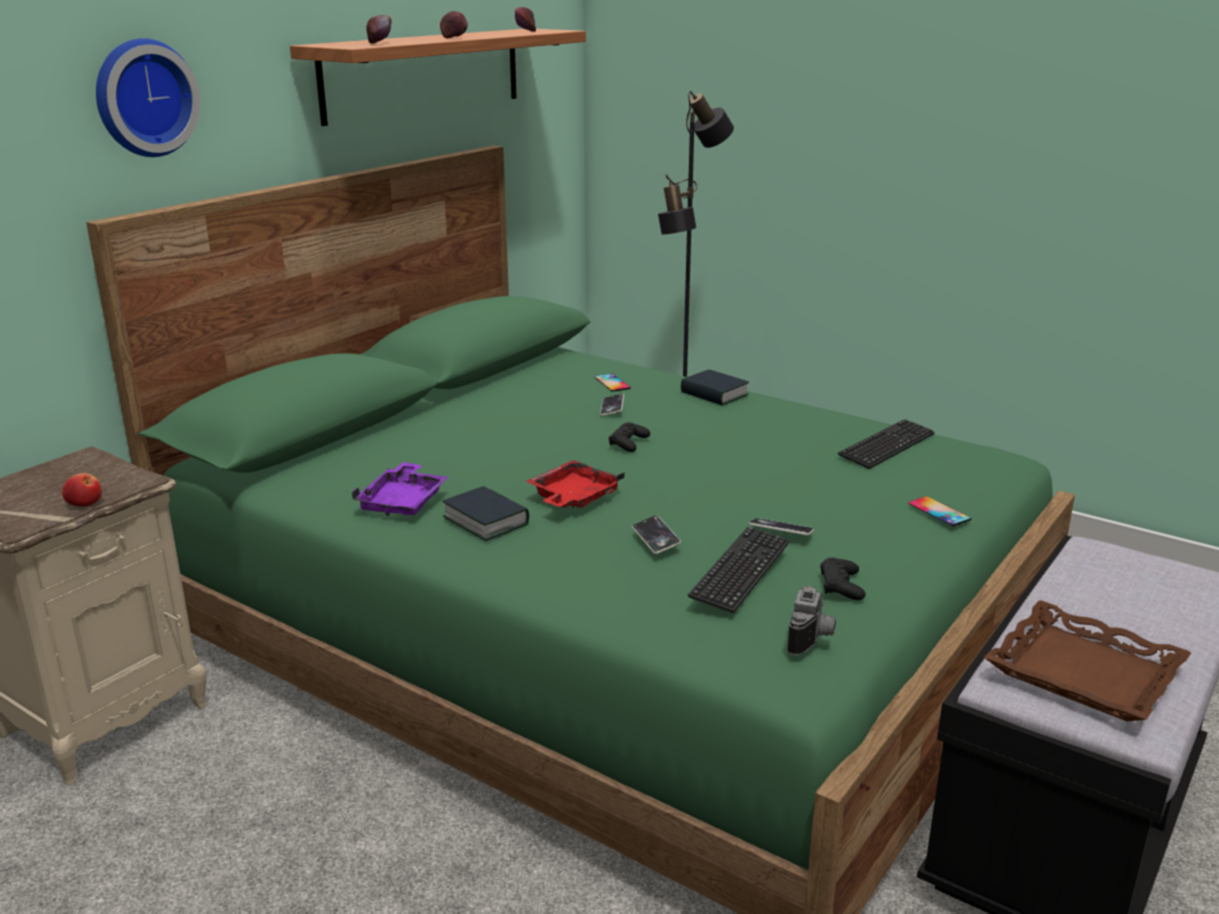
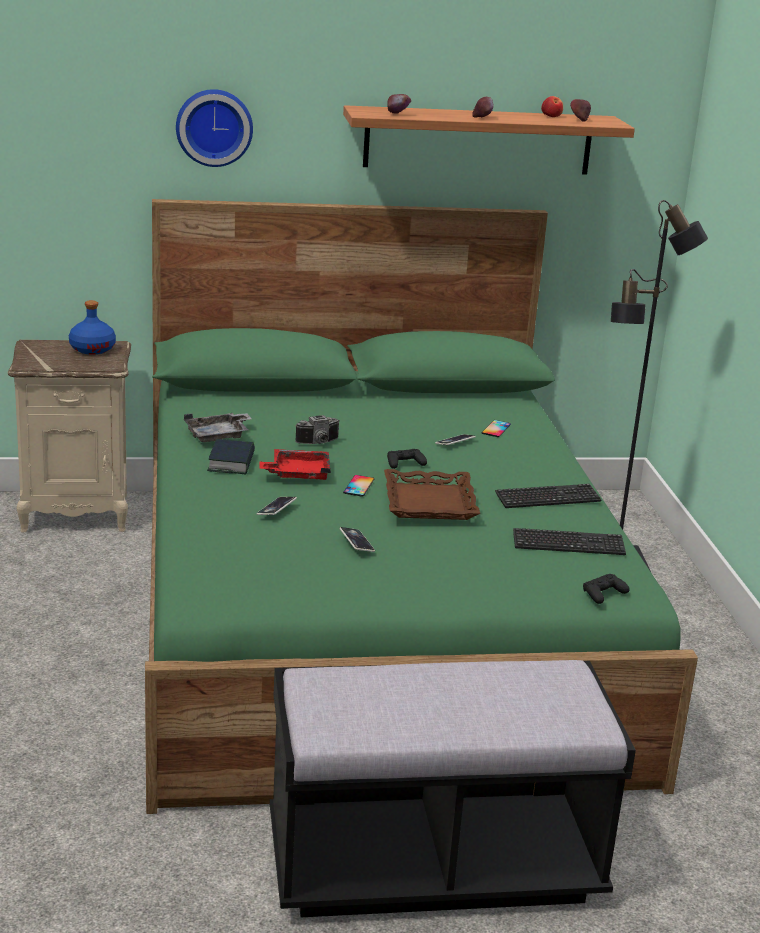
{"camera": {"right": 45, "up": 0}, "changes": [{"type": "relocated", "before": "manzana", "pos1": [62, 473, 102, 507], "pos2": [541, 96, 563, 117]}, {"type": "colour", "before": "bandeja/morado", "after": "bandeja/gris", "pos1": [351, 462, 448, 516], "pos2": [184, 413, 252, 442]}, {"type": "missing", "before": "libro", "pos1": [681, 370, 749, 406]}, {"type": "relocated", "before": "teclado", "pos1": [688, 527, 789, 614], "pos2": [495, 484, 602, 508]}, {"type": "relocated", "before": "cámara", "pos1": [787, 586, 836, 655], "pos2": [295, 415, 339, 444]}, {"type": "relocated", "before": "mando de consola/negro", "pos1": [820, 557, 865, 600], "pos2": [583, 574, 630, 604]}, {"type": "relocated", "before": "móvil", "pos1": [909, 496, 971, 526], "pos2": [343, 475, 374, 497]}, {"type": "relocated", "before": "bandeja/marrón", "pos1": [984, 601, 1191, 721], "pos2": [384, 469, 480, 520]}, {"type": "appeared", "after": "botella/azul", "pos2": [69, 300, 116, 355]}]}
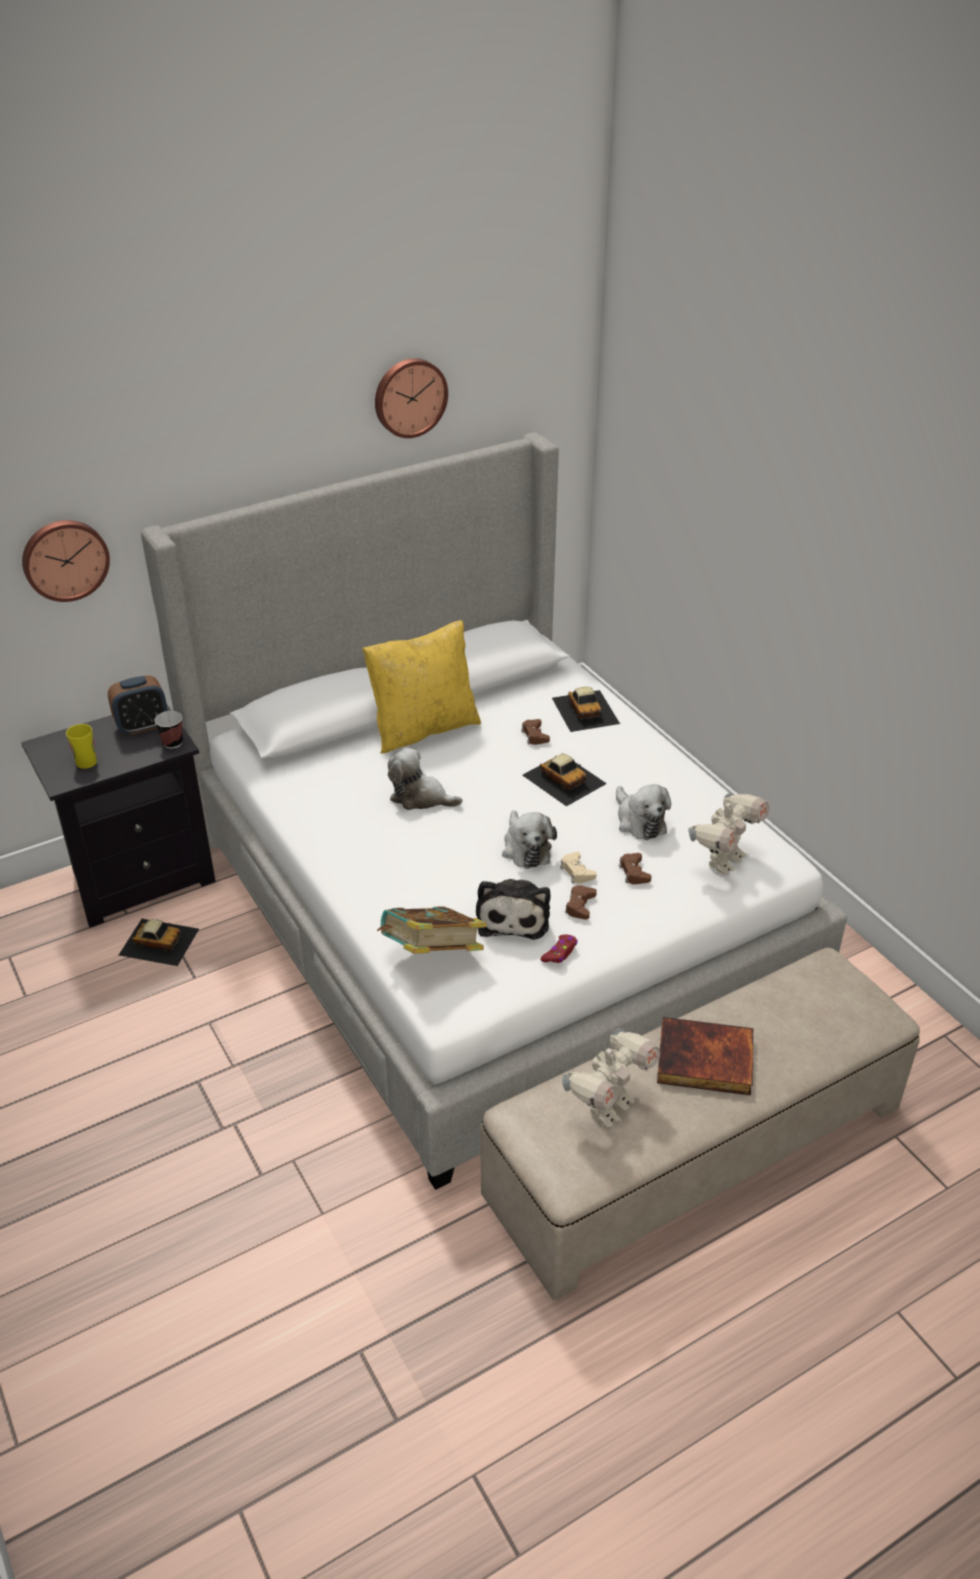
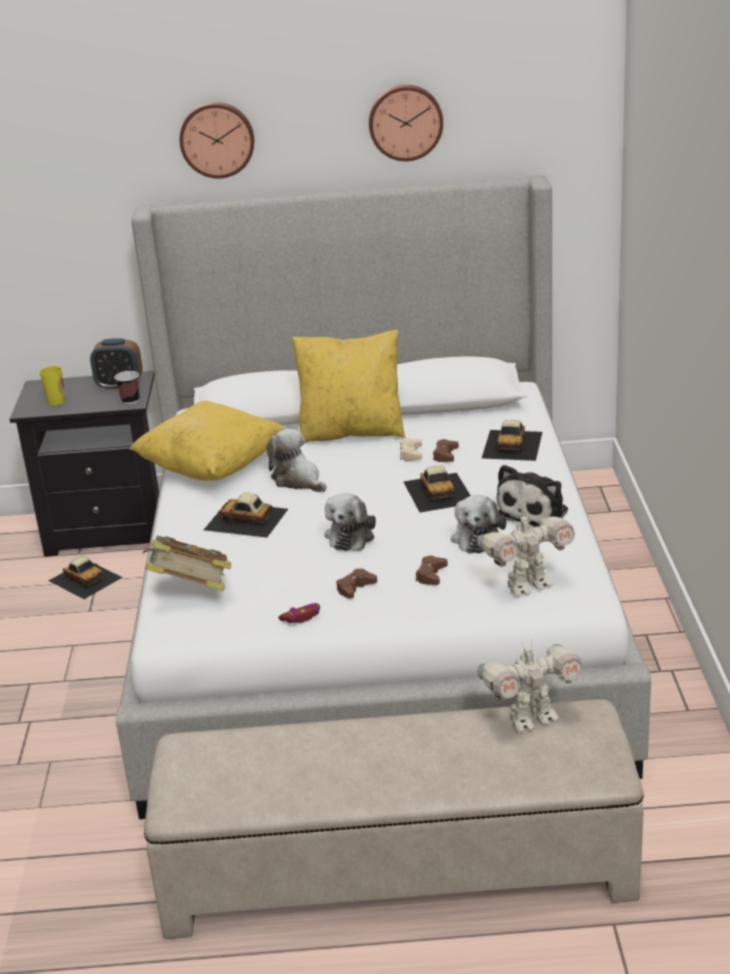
{"camera": {"right": 30, "up": -10}, "changes": [{"type": "relocated", "before": "reloj de pared", "pos1": [22, 520, 110, 602], "pos2": [180, 102, 254, 178]}, {"type": "relocated", "before": "peluche", "pos1": [476, 879, 550, 940], "pos2": [497, 465, 568, 527]}, {"type": "relocated", "before": "mando de consola/beis", "pos1": [560, 851, 597, 884], "pos2": [400, 438, 422, 461]}, {"type": "relocated", "before": "robot de juguete", "pos1": [562, 1028, 660, 1128], "pos2": [477, 640, 583, 732]}, {"type": "missing", "before": "libro", "pos1": [657, 1017, 753, 1095]}, {"type": "appeared", "after": "cojín/amarillo", "pos2": [130, 401, 285, 481]}, {"type": "appeared", "after": "coche de juguete", "pos2": [204, 492, 288, 538]}]}
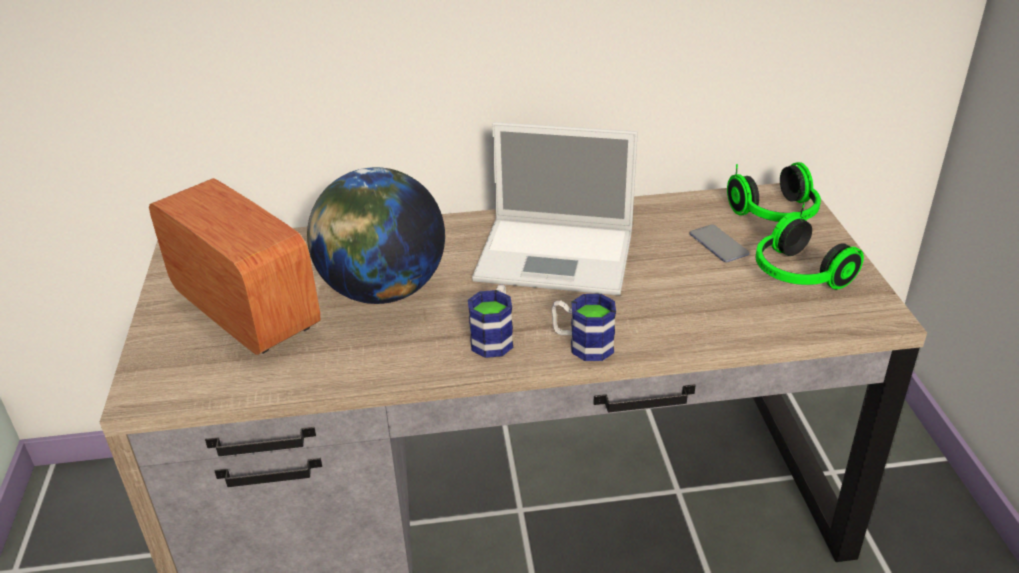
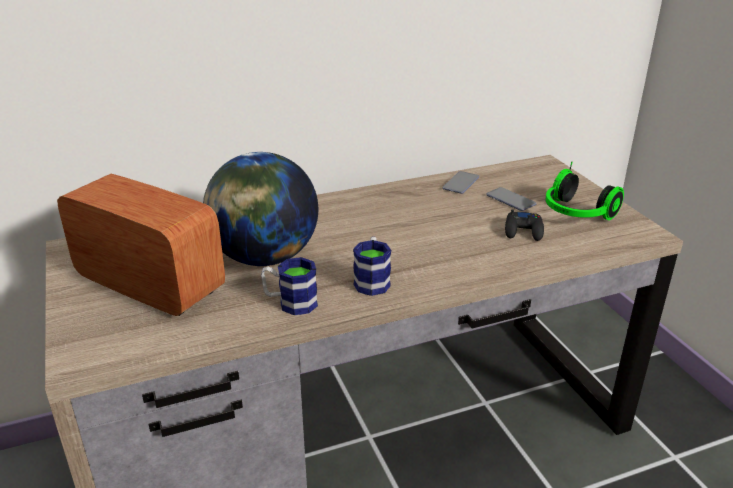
{"camera": {"right": -15, "up": -5}, "changes": [{"type": "missing", "before": "portátil", "pos1": [472, 122, 638, 295]}, {"type": "relocated", "before": "taza grande", "pos1": [551, 294, 616, 361], "pos2": [261, 257, 318, 315]}, {"type": "missing", "before": "auriculares", "pos1": [727, 162, 821, 222]}, {"type": "appeared", "after": "móvil", "pos2": [442, 171, 479, 194]}, {"type": "appeared", "after": "mando de consola/negro", "pos2": [505, 210, 544, 241]}]}
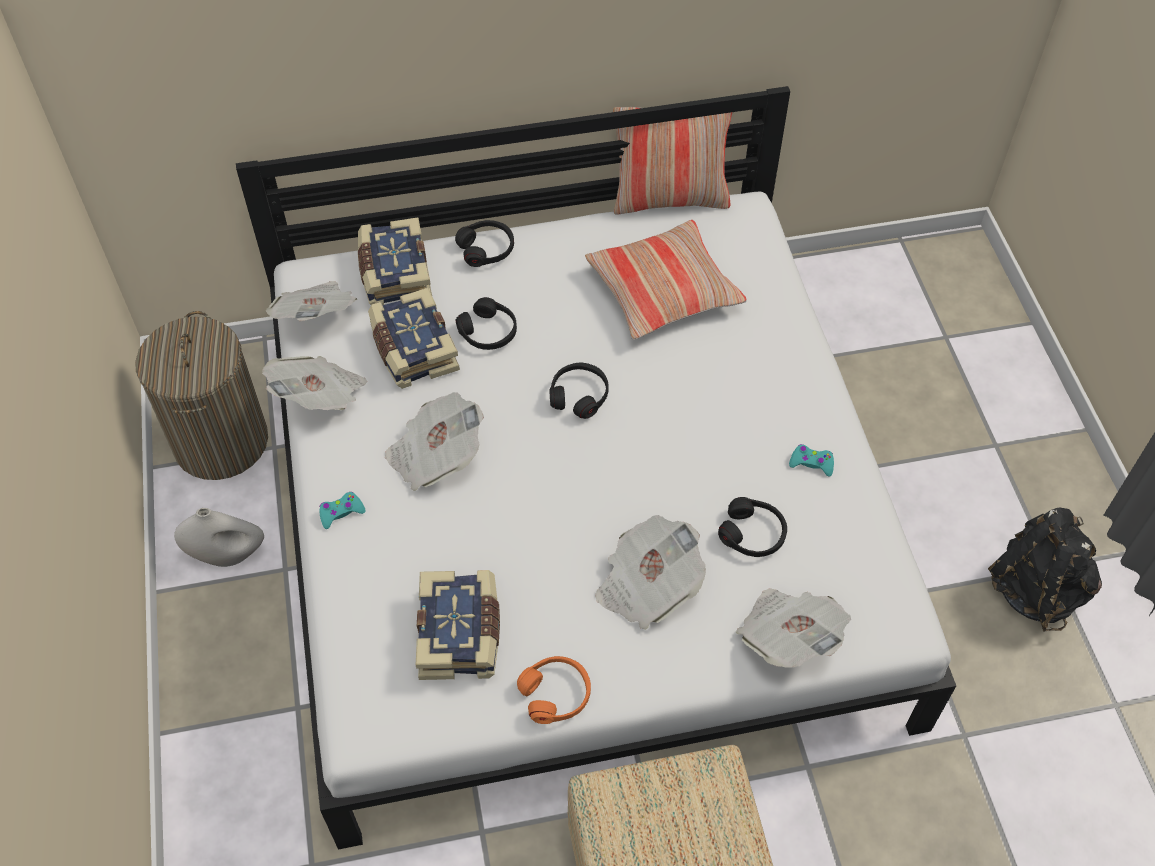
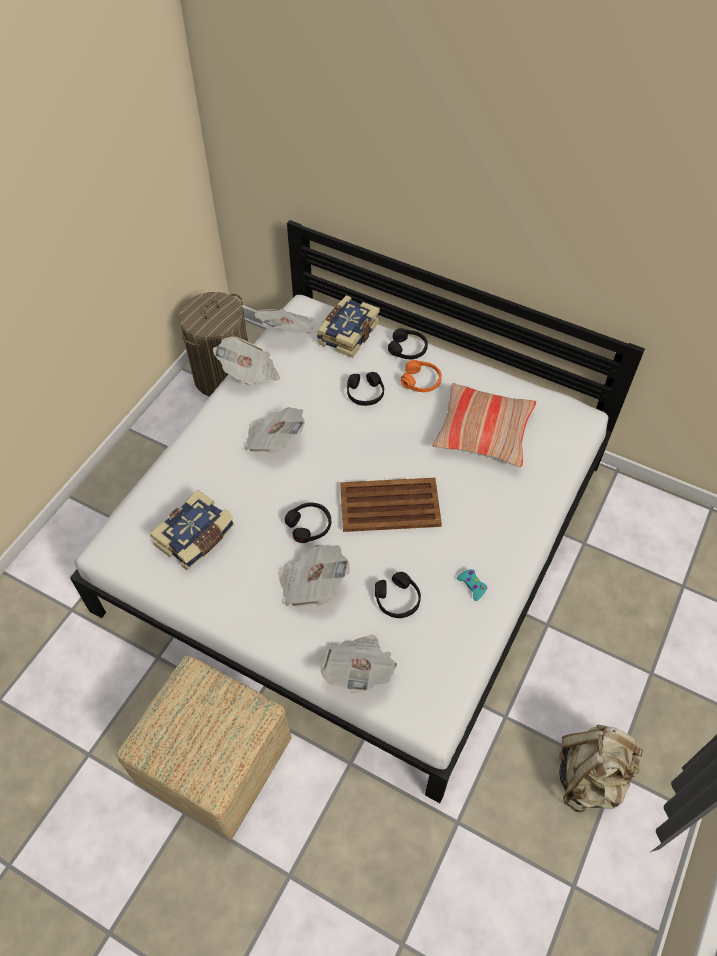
{"camera": {"right": 40, "up": 0}, "changes": [{"type": "missing", "before": "florero/blanco", "pos1": [174, 508, 264, 567]}, {"type": "missing", "before": "mando de consola/turquesa", "pos1": [319, 492, 366, 529]}, {"type": "missing", "before": "libro", "pos1": [368, 288, 460, 389]}, {"type": "relocated", "before": "auriculares/naranja", "pos1": [517, 656, 591, 724], "pos2": [401, 360, 442, 392]}, {"type": "relocated", "before": "auriculares/negro", "pos1": [549, 362, 609, 419], "pos2": [285, 503, 331, 543]}, {"type": "missing", "before": "cojín", "pos1": [613, 107, 733, 214]}, {"type": "colour", "before": "mochila/negro", "after": "mochila/beis", "pos1": [988, 507, 1102, 632], "pos2": [559, 725, 643, 812]}, {"type": "appeared", "after": "bandeja/marrón", "pos2": [340, 478, 442, 532]}]}
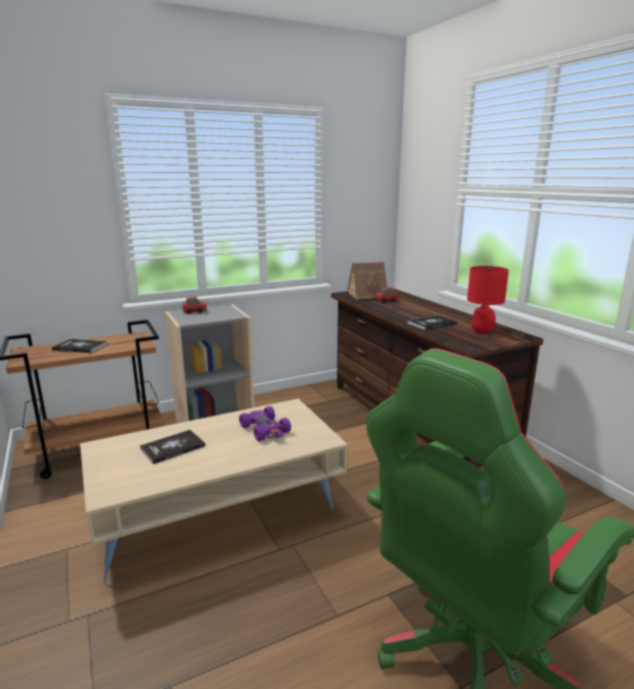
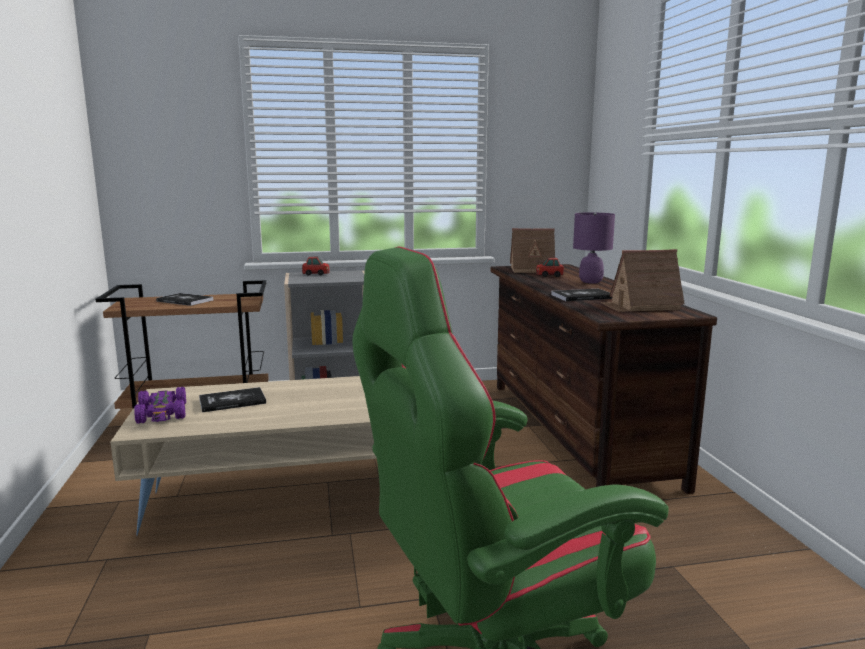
{"camera": {"right": 15, "up": -5}, "changes": [{"type": "relocated", "before": "coche de juguete/morado", "pos1": [239, 406, 291, 441], "pos2": [134, 387, 186, 424]}, {"type": "exchanged", "before": "lámpara de mesa/rojo", "after": "casita", "pos1": [467, 266, 509, 333], "pos2": [600, 249, 685, 312]}, {"type": "appeared", "after": "lámpara de mesa/morado", "pos2": [573, 212, 615, 284]}]}
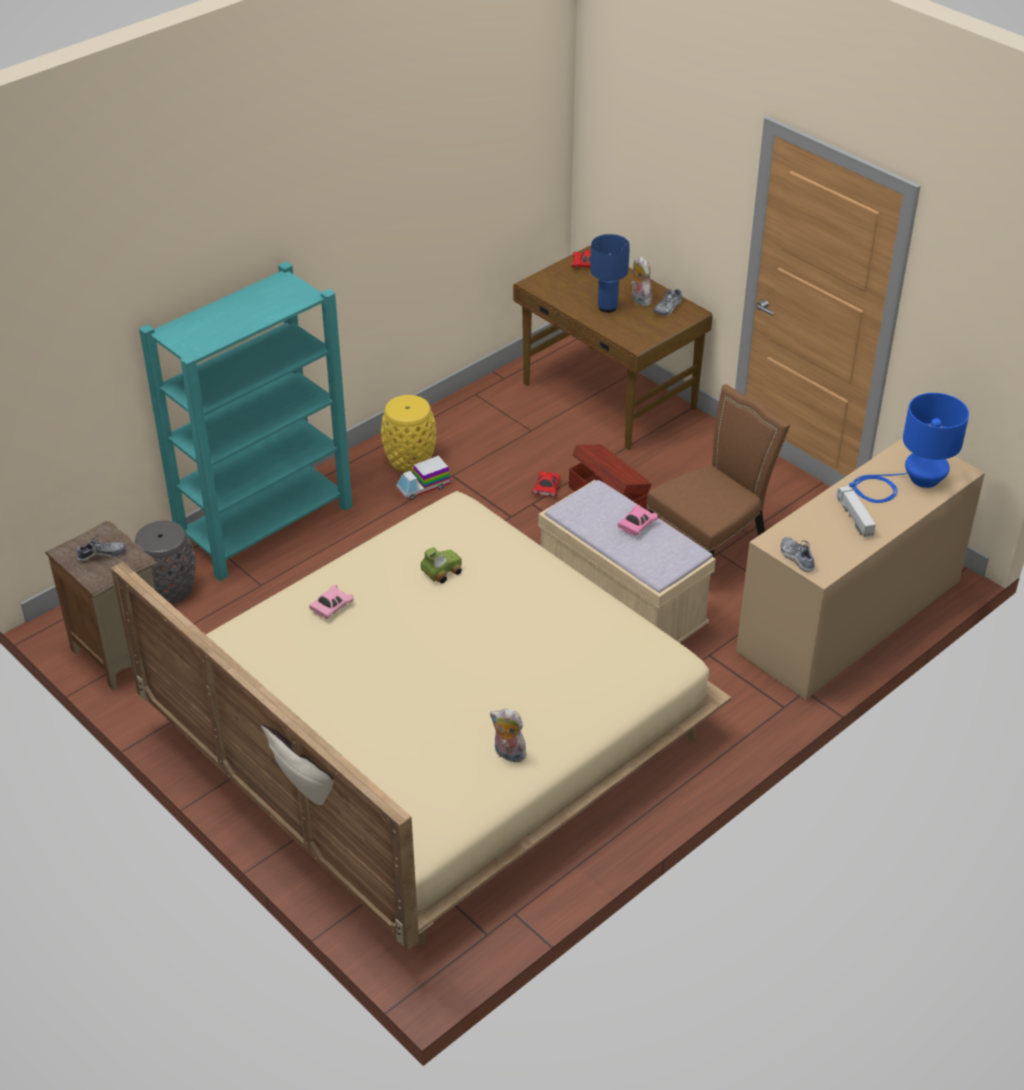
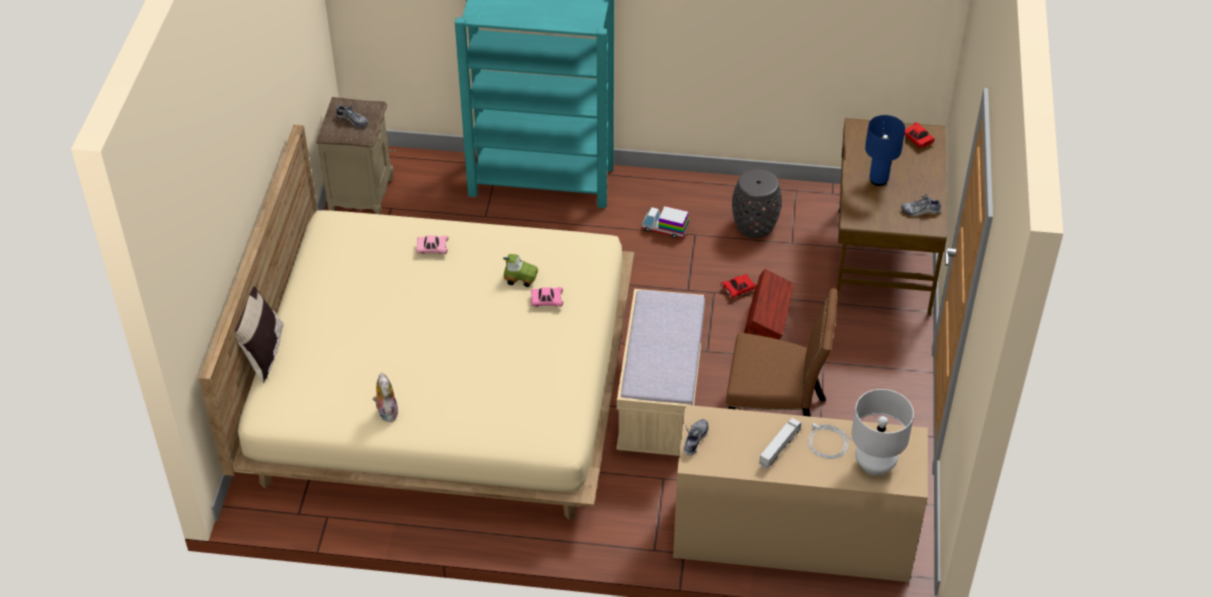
{"camera": {"right": 50, "up": 5}, "changes": [{"type": "relocated", "before": "taburete/gris", "pos1": [135, 520, 196, 604], "pos2": [732, 169, 782, 238]}, {"type": "missing", "before": "taburete/amarillo", "pos1": [381, 395, 436, 472]}, {"type": "relocated", "before": "coche de juguete/rosa", "pos1": [618, 505, 658, 536], "pos2": [531, 287, 563, 307]}, {"type": "missing", "before": "peluche", "pos1": [631, 256, 652, 306]}, {"type": "colour", "before": "lámpara de mesa/azul", "after": "lámpara de mesa/blanco", "pos1": [849, 393, 969, 503], "pos2": [809, 389, 914, 476]}]}
